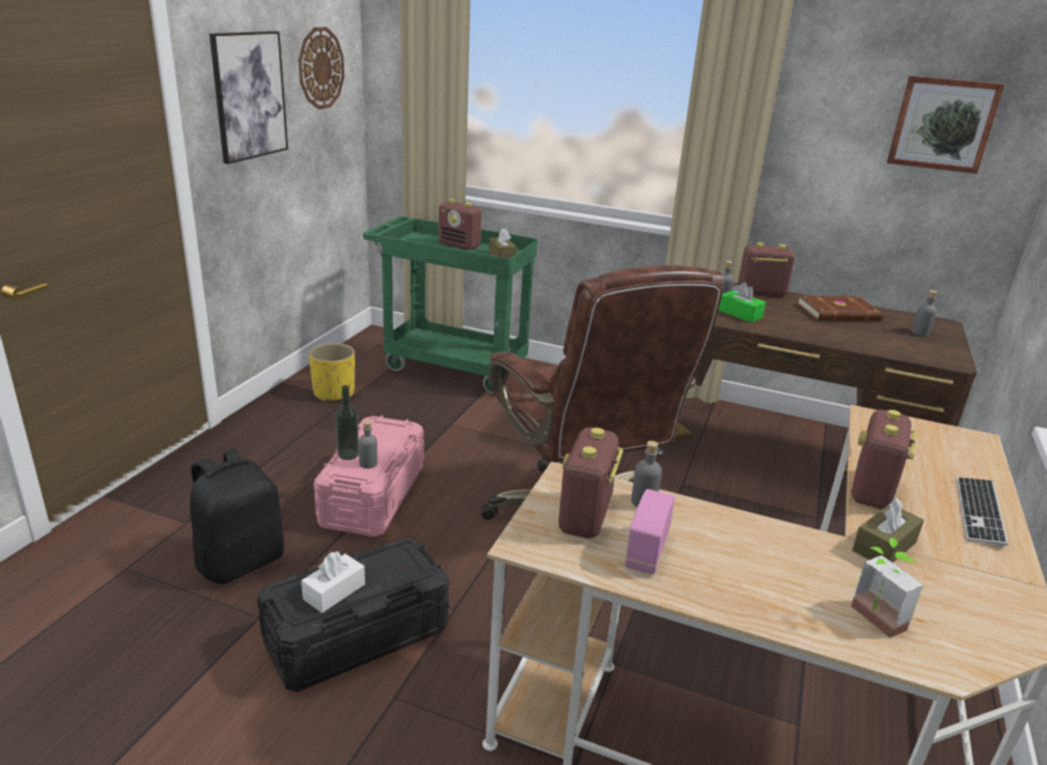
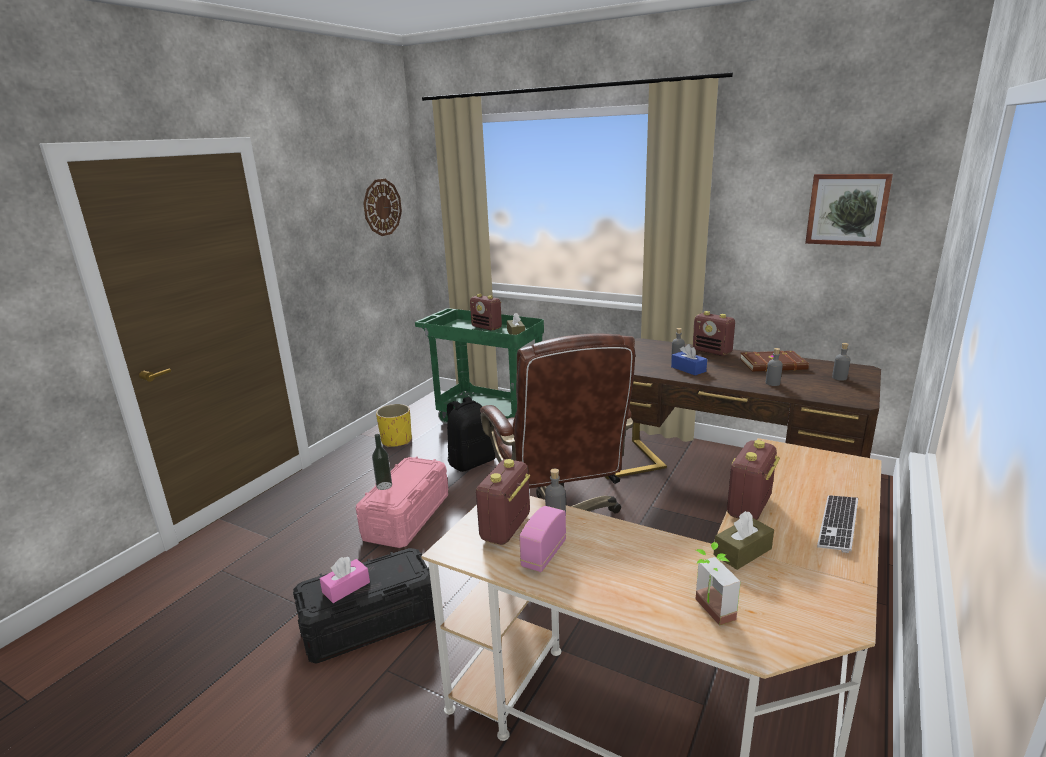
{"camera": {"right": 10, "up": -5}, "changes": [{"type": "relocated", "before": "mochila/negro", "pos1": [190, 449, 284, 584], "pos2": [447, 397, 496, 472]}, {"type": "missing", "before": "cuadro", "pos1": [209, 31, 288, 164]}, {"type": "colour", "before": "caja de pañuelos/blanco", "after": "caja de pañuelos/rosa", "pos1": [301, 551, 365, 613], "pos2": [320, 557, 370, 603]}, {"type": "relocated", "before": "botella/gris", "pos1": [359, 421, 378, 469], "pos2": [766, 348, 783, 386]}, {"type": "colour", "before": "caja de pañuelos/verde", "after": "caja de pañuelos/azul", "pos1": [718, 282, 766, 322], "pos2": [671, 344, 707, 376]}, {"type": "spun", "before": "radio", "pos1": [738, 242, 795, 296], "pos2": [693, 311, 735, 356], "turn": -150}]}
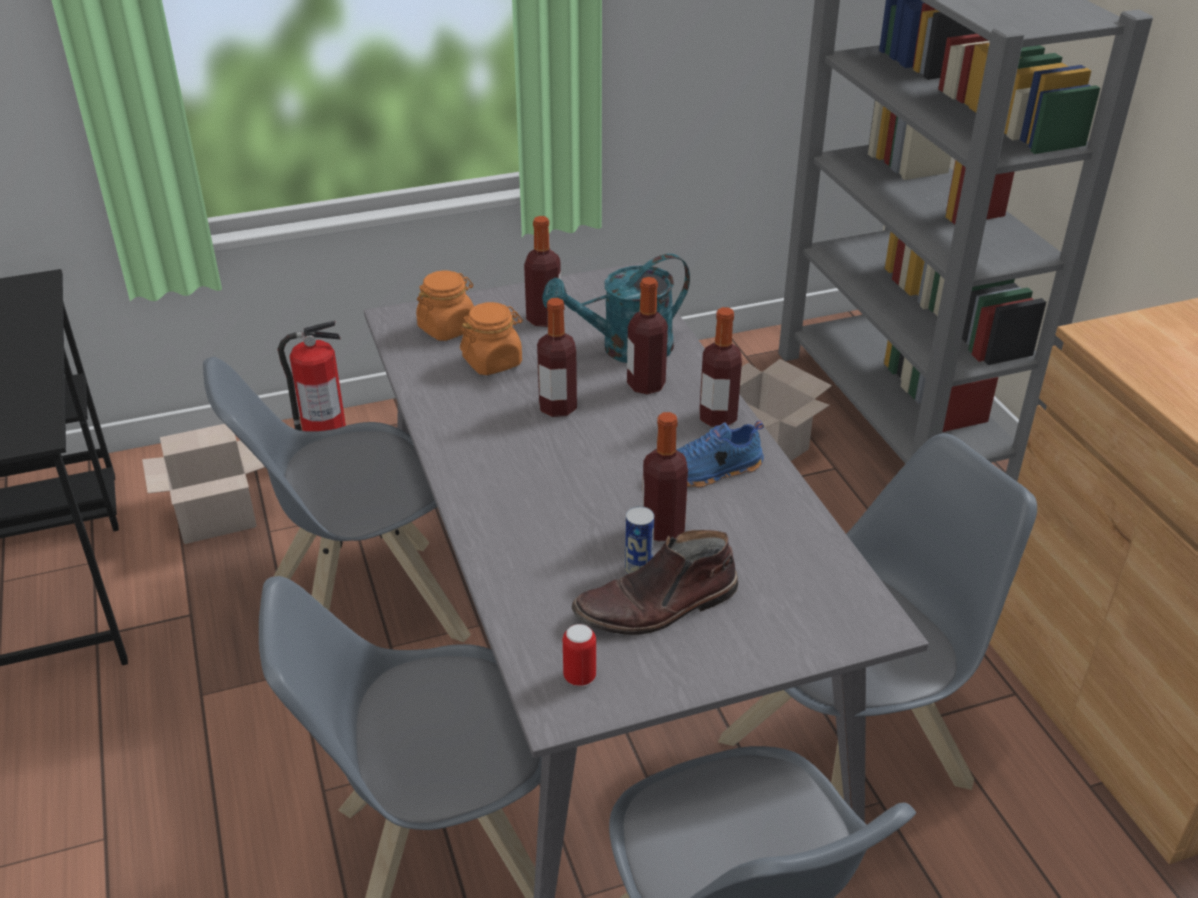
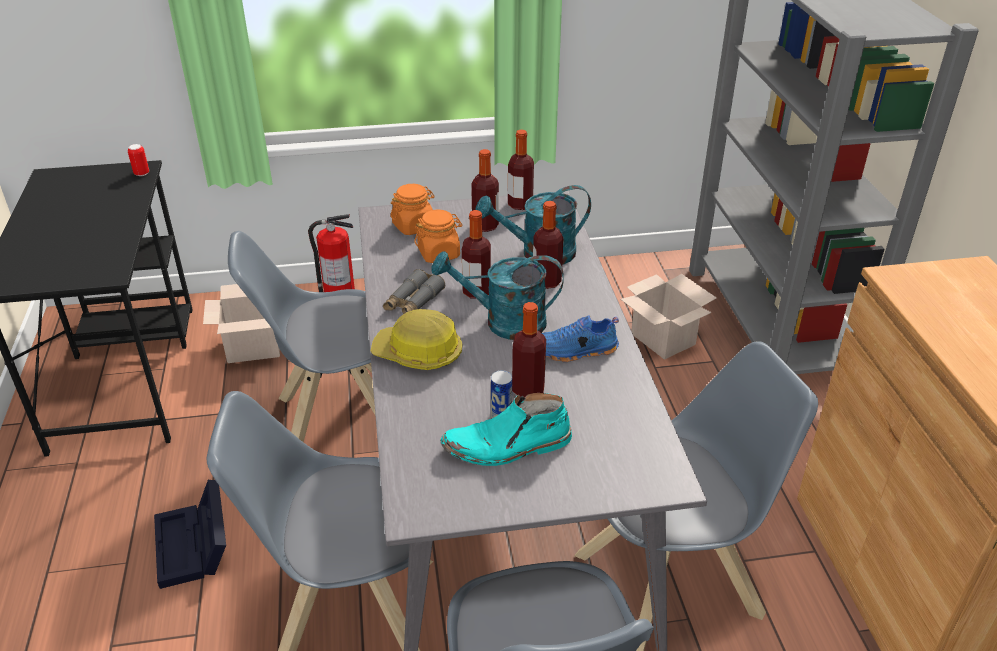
{"camera": {"right": 10, "up": 0}, "changes": [{"type": "relocated", "before": "lata", "pos1": [563, 624, 596, 686], "pos2": [128, 144, 149, 176]}, {"type": "colour", "before": "bota/marrón", "after": "bota/turquesa", "pos1": [572, 530, 738, 635], "pos2": [440, 393, 572, 466]}, {"type": "relocated", "before": "botella", "pos1": [699, 307, 742, 427], "pos2": [508, 130, 534, 210]}, {"type": "appeared", "after": "caja de almacenaje/negro", "pos2": [154, 480, 226, 589]}, {"type": "appeared", "after": "casco", "pos2": [370, 309, 462, 370]}, {"type": "appeared", "after": "prismáticos/gris", "pos2": [383, 269, 445, 314]}, {"type": "appeared", "after": "regadera/turquesa", "pos2": [432, 251, 564, 340]}]}
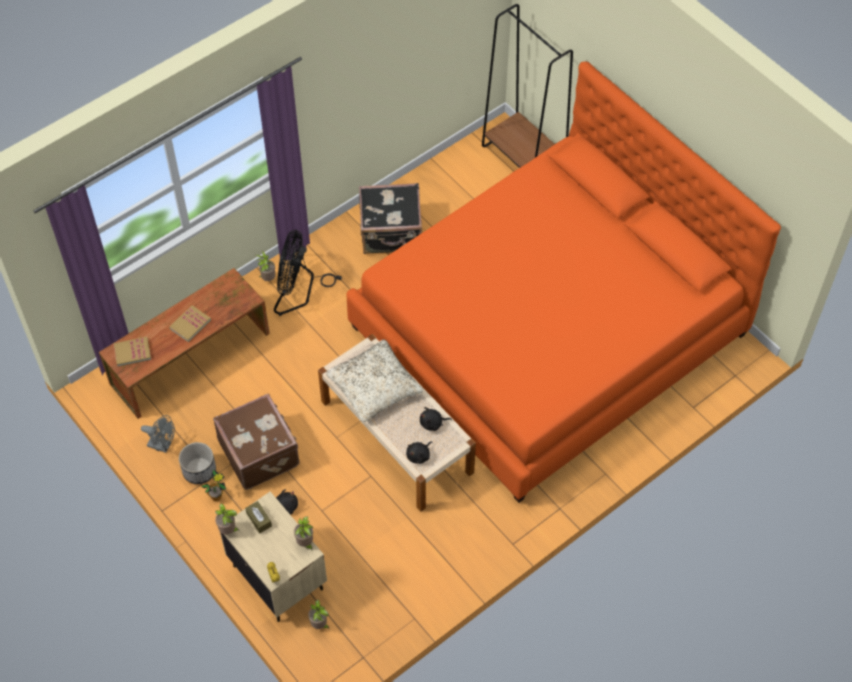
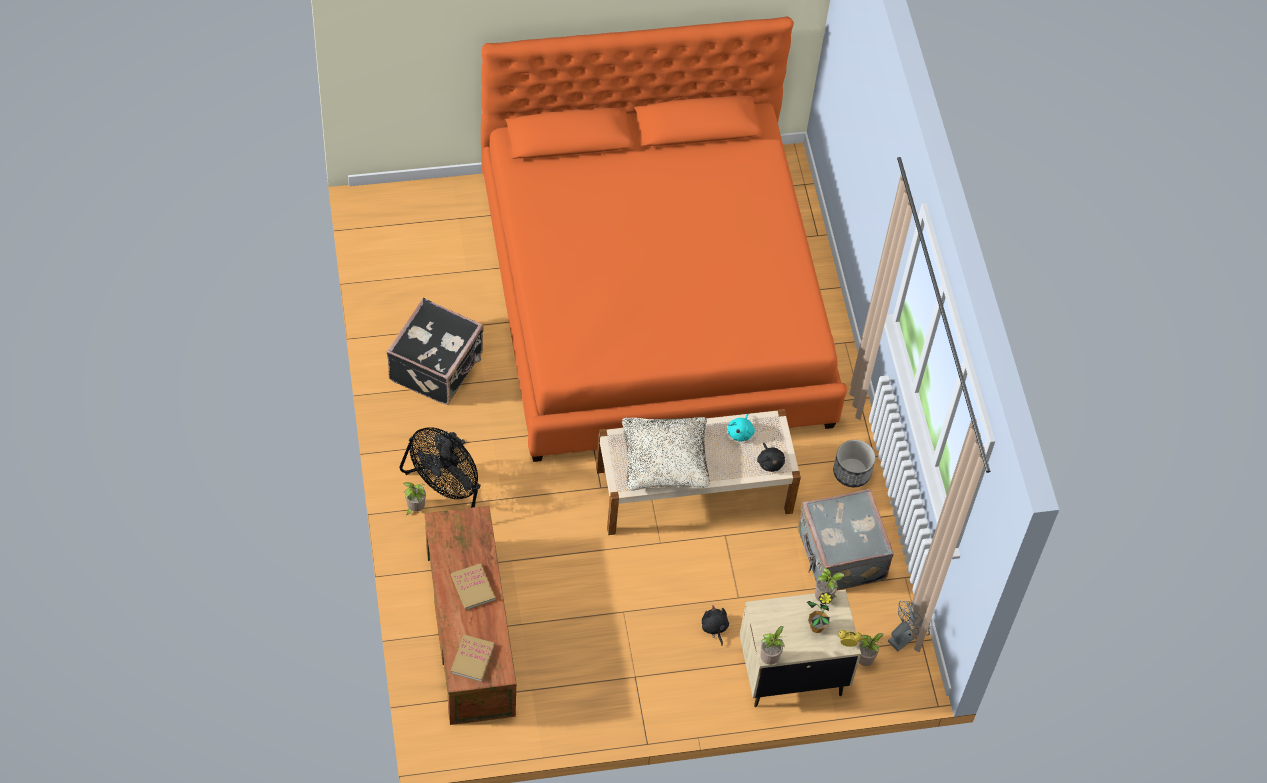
{"camera": {"right": -65, "up": 0}, "changes": [{"type": "relocated", "before": "ventilador/gris", "pos1": [141, 415, 175, 453], "pos2": [888, 601, 930, 651]}, {"type": "relocated", "before": "maceta", "pos1": [179, 442, 216, 484], "pos2": [833, 440, 876, 487]}, {"type": "relocated", "before": "planta en maceta", "pos1": [201, 470, 226, 501], "pos2": [807, 592, 833, 633]}, {"type": "missing", "before": "maleta/marrón", "pos1": [213, 393, 300, 490]}, {"type": "missing", "before": "caja de pañuelos/marrón", "pos1": [245, 501, 272, 533]}, {"type": "colour", "before": "peluche/negro", "after": "peluche/turquesa", "pos1": [420, 407, 452, 431], "pos2": [727, 414, 755, 442]}, {"type": "missing", "before": "perchero", "pos1": [482, 4, 573, 168]}, {"type": "appeared", "after": "maleta/gris", "pos2": [797, 489, 894, 590]}]}
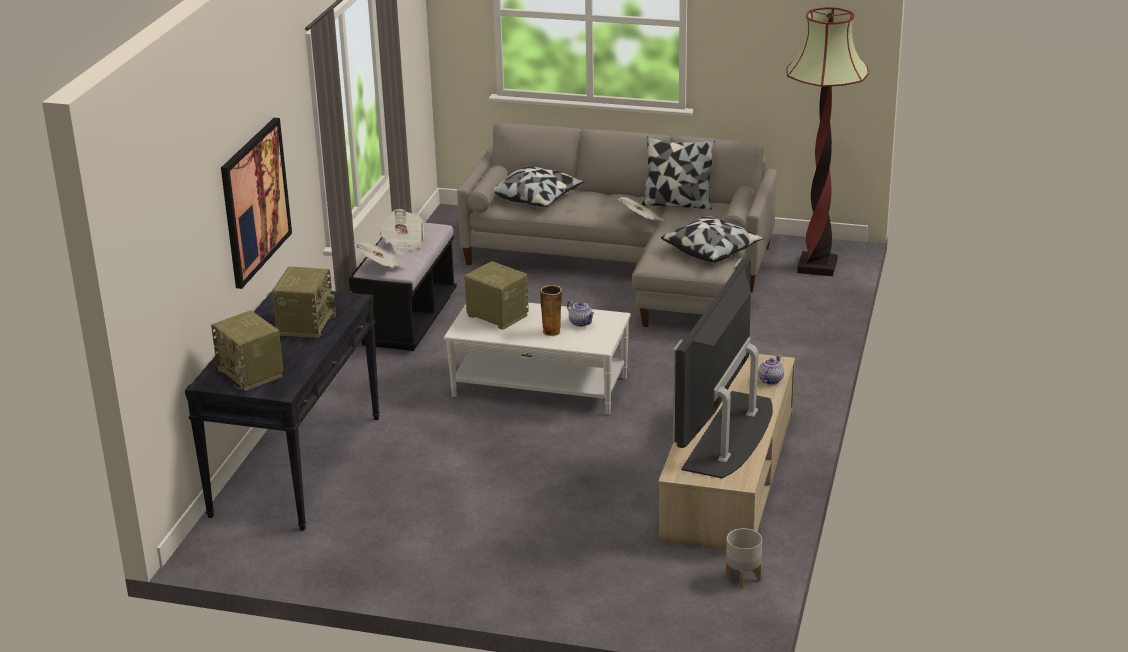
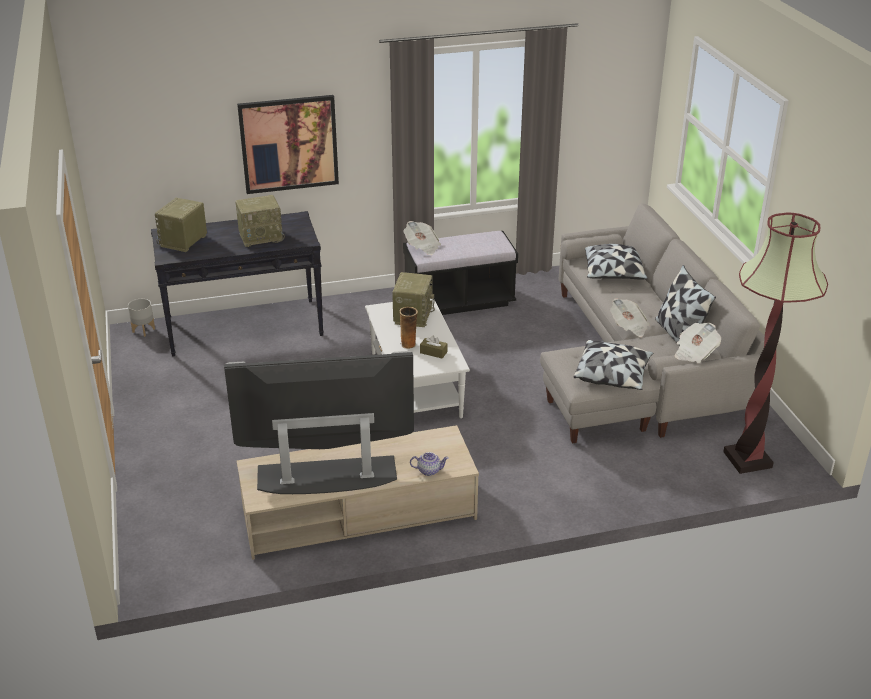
{"camera": {"right": 60, "up": 5}, "changes": [{"type": "relocated", "before": "periódico", "pos1": [380, 209, 424, 254], "pos2": [674, 322, 721, 363]}, {"type": "exchanged", "before": "tetera", "after": "caja de pañuelos/marrón", "pos1": [567, 301, 594, 327], "pos2": [420, 335, 448, 358]}, {"type": "relocated", "before": "maceta/gris", "pos1": [726, 528, 762, 589], "pos2": [128, 299, 155, 337]}]}
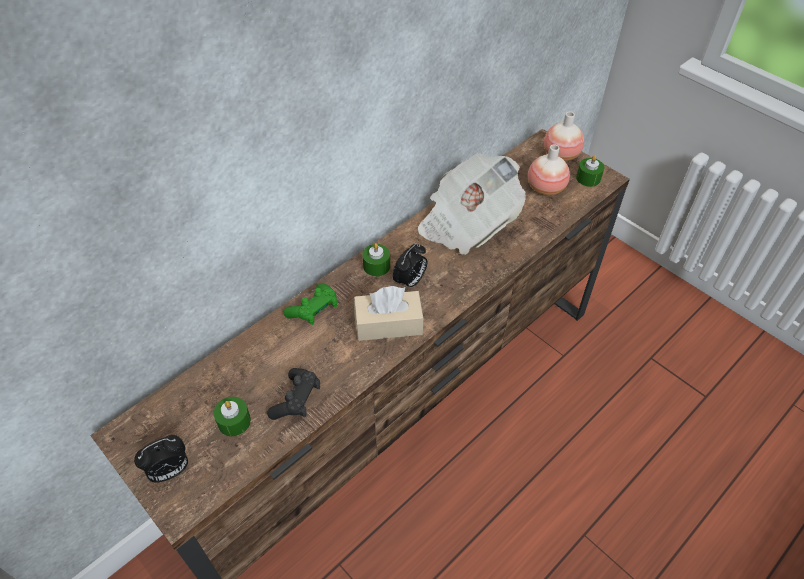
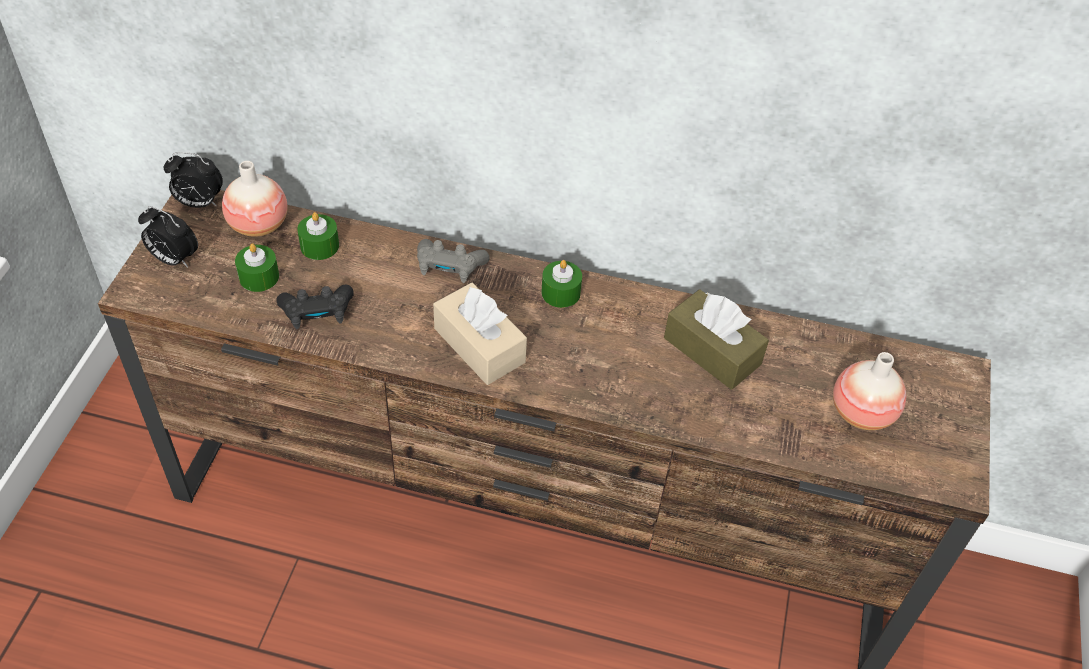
{"camera": {"right": 55, "up": 0}, "changes": [{"type": "colour", "before": "mando de consola/verde", "after": "mando de consola/gris", "pos1": [284, 283, 337, 325], "pos2": [417, 239, 490, 283]}, {"type": "relocated", "before": "despertador", "pos1": [392, 243, 427, 289], "pos2": [164, 152, 223, 208]}, {"type": "exchanged", "before": "periódico", "after": "caja de pañuelos/marrón", "pos1": [418, 153, 526, 255], "pos2": [664, 289, 769, 390]}, {"type": "relocated", "before": "florero", "pos1": [544, 112, 584, 161], "pos2": [222, 161, 288, 237]}, {"type": "relocated", "before": "vela/verde", "pos1": [576, 155, 604, 187], "pos2": [297, 212, 339, 260]}]}
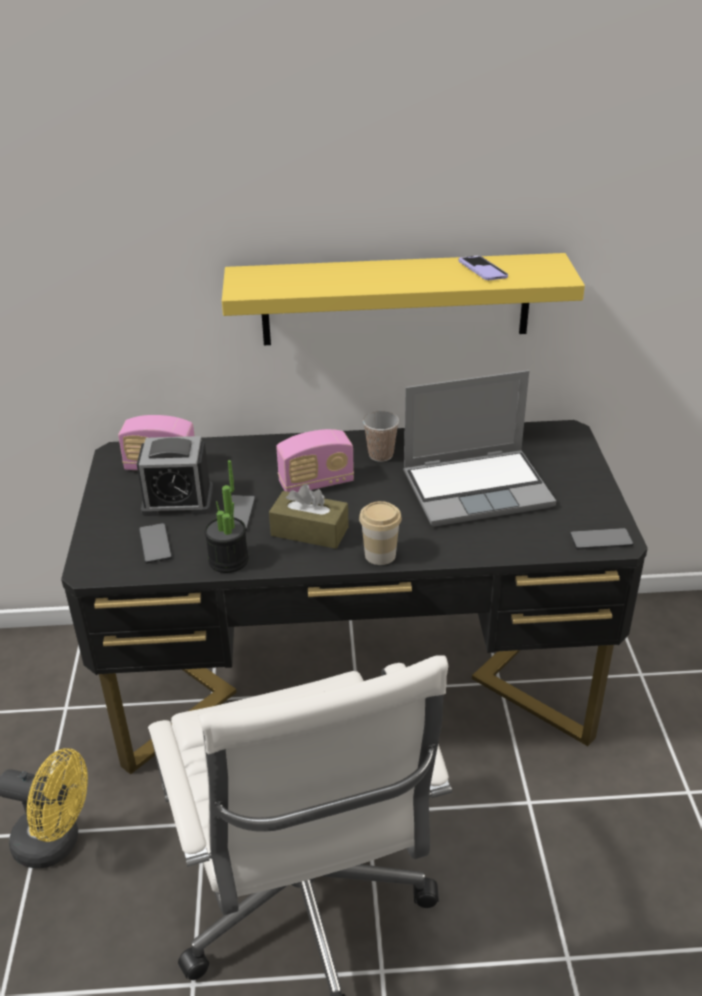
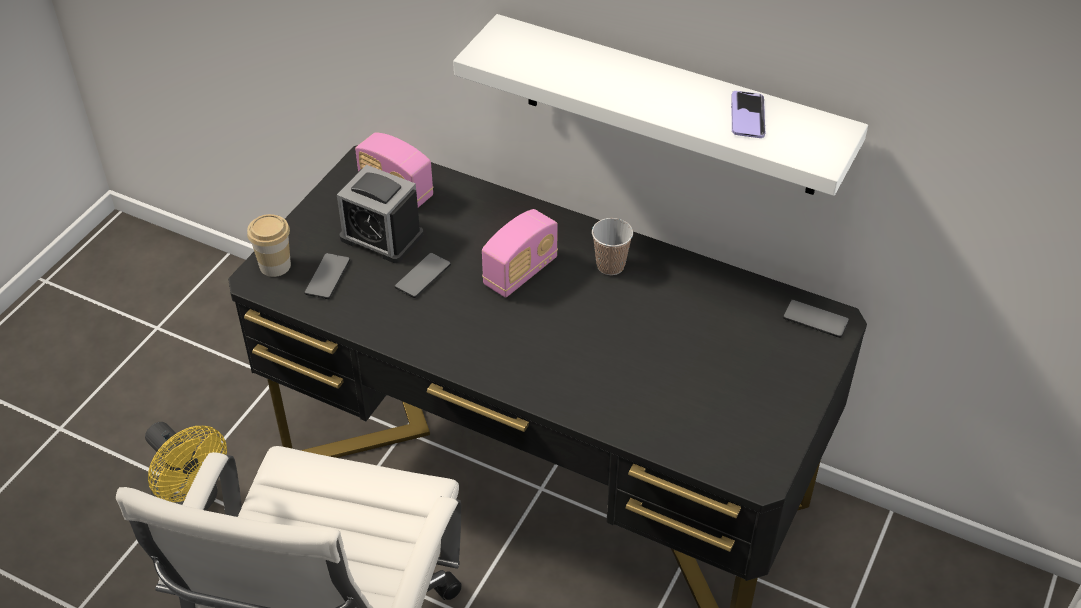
{"camera": {"right": 30, "up": 10}, "changes": [{"type": "missing", "before": "planta en maceta", "pos1": [205, 460, 249, 573]}, {"type": "colour", "before": "estante/amarillo", "after": "estante/blanco", "pos1": [222, 253, 585, 345], "pos2": [453, 14, 868, 196]}, {"type": "missing", "before": "caja de pañuelos/marrón", "pos1": [269, 484, 349, 549]}, {"type": "spun", "before": "radio", "pos1": [276, 429, 354, 492], "pos2": [482, 209, 558, 298], "turn": -60}, {"type": "relocated", "before": "taza", "pos1": [359, 501, 402, 565], "pos2": [247, 214, 291, 277]}, {"type": "missing", "before": "portátil", "pos1": [403, 370, 556, 526]}, {"type": "relocated", "before": "móvil", "pos1": [570, 528, 634, 549], "pos2": [783, 300, 849, 338]}]}
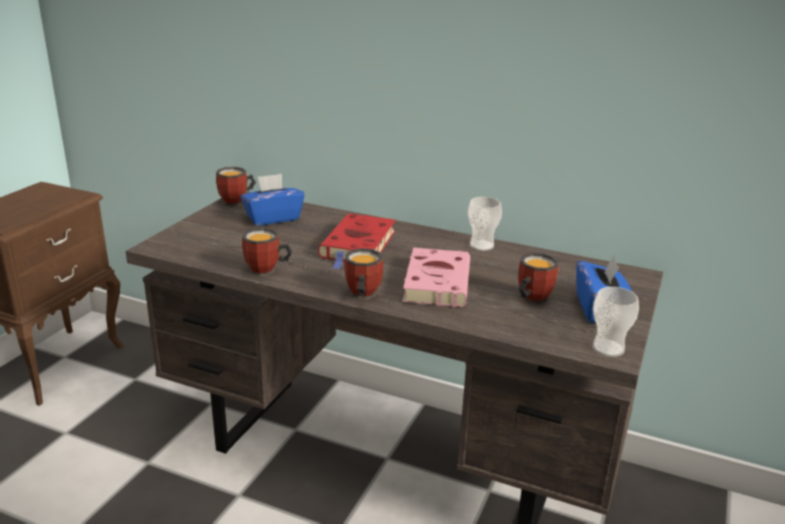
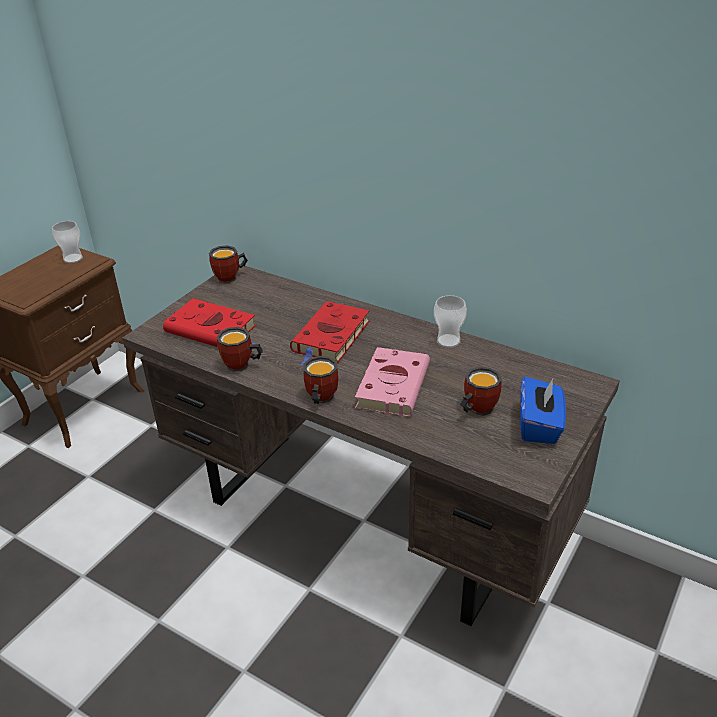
{"camera": {"right": 10, "up": 10}, "changes": [{"type": "missing", "before": "caja de pañuelos/azul", "pos1": [241, 174, 304, 226]}, {"type": "relocated", "before": "taza", "pos1": [593, 287, 639, 357], "pos2": [52, 221, 83, 263]}, {"type": "appeared", "after": "libro/rojo", "pos2": [163, 298, 256, 347]}]}
